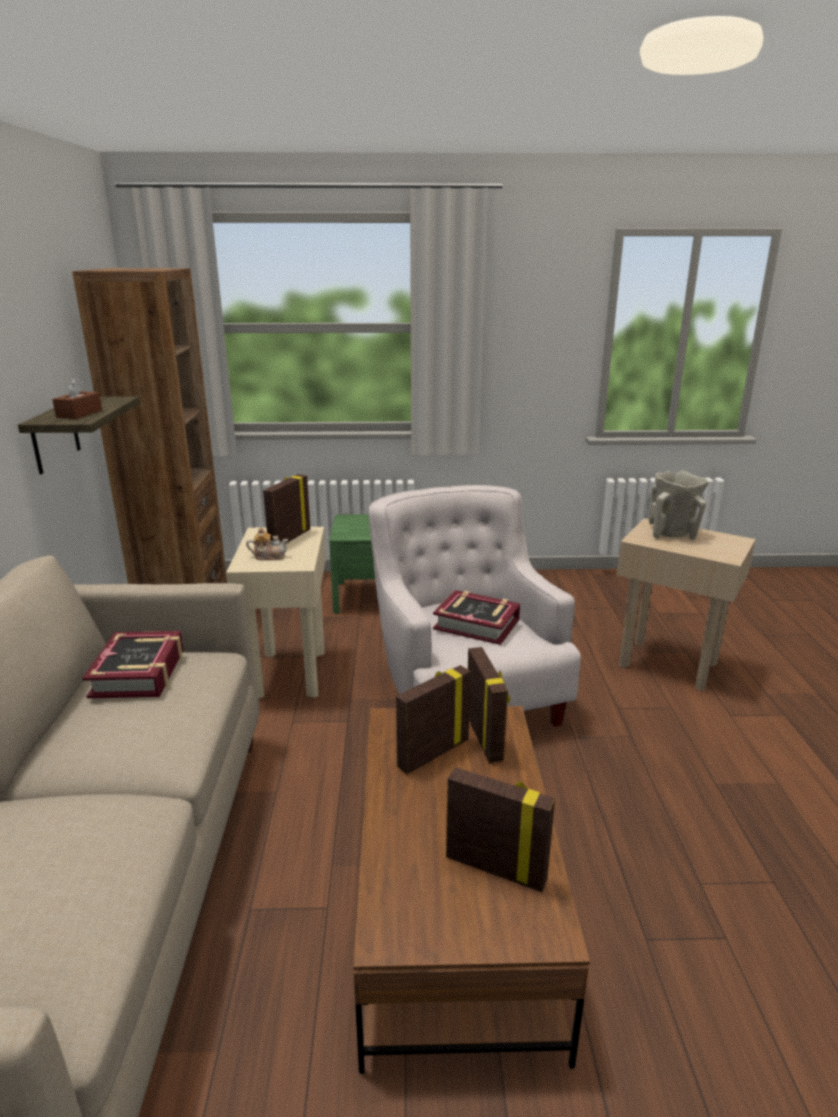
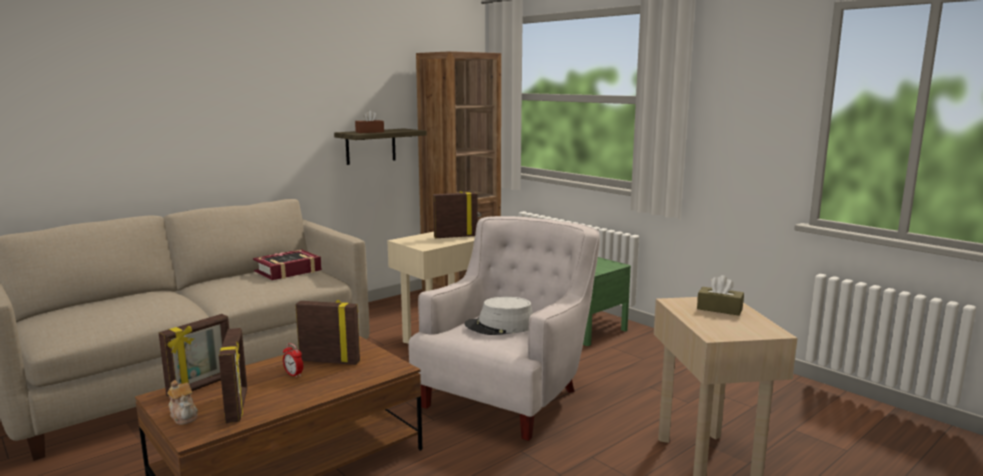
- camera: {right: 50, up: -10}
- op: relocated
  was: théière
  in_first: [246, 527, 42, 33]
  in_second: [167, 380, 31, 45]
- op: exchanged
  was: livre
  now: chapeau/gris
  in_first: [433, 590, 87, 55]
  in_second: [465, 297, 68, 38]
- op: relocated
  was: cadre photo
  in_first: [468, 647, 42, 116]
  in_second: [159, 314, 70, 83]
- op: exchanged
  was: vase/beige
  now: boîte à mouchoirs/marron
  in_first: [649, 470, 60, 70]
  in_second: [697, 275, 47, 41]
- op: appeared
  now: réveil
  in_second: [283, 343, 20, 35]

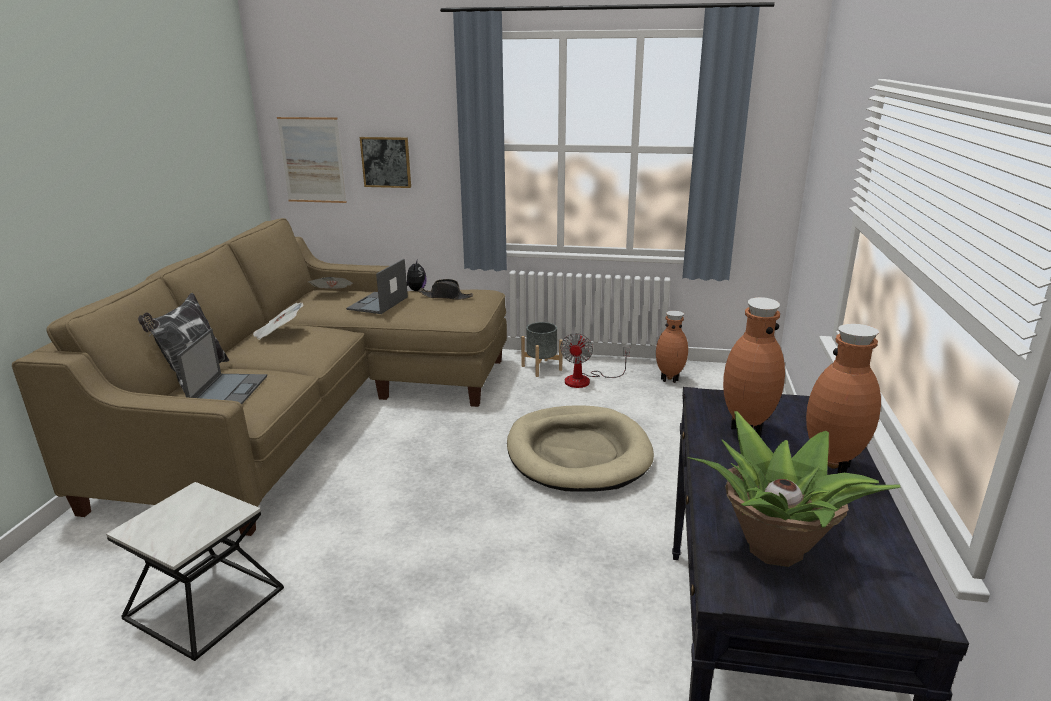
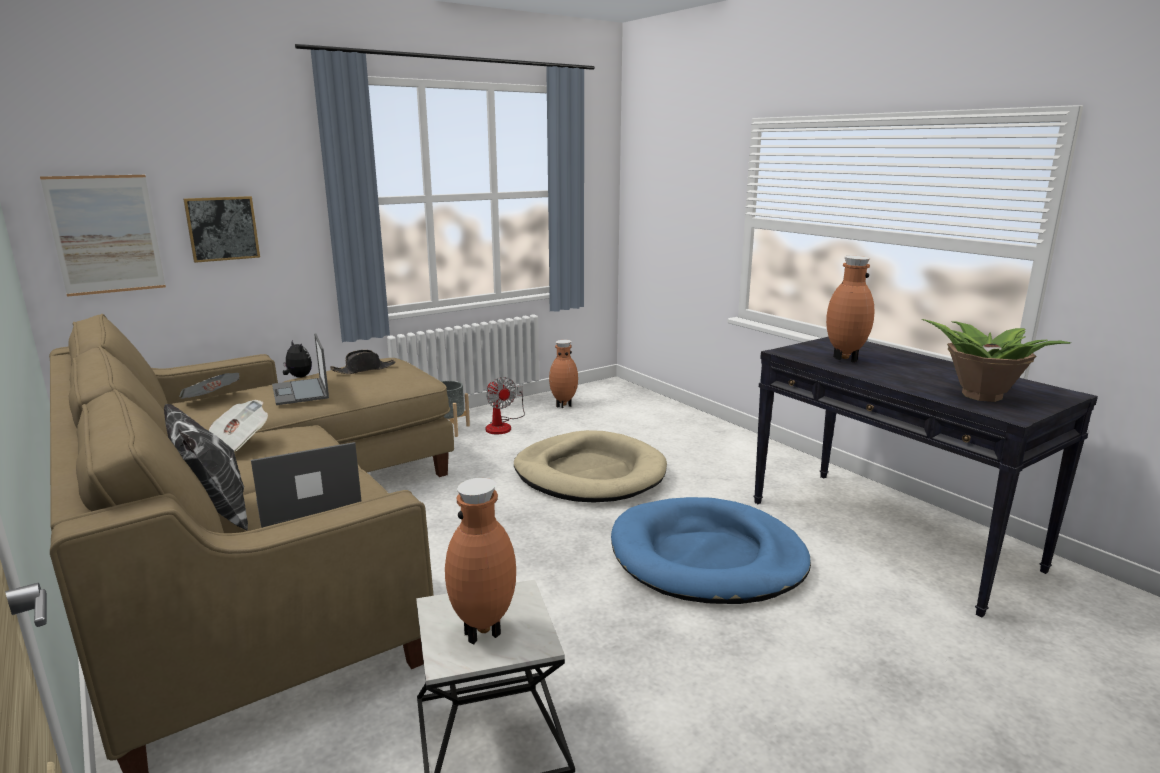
- camera: {right: -45, up: -5}
- op: spun
  was: ordinateur portable
  in_first: [177, 328, 90, 76]
  in_second: [251, 442, 111, 86]
  clockwise: -75
- op: relocated
  was: vase/marron
  in_first: [806, 324, 75, 149]
  in_second: [445, 478, 71, 166]
- op: appeared
  now: panier pour chien/bleu
  in_second: [611, 497, 200, 107]

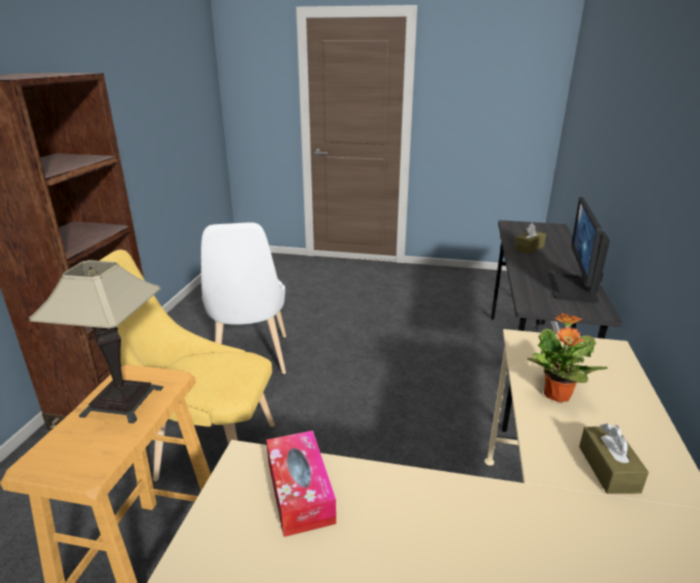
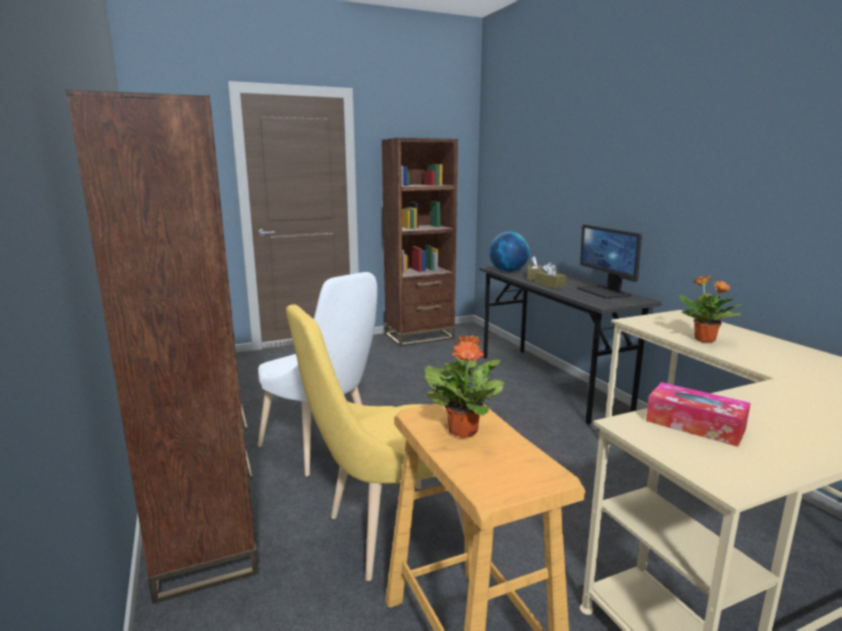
- camera: {right: -35, up: -10}
- op: exchanged
  was: lampe de table
  now: plante en pot
  in_first: [29, 260, 134, 164]
  in_second: [425, 335, 79, 103]
- op: relocated
  was: boîte à mouchoirs/marron
  in_first: [579, 423, 70, 71]
  in_second: [535, 262, 31, 27]
- op: appeared
  now: bibliothèque/marron
  in_second: [382, 138, 76, 208]
- op: appeared
  now: globe
  in_second: [489, 232, 41, 40]

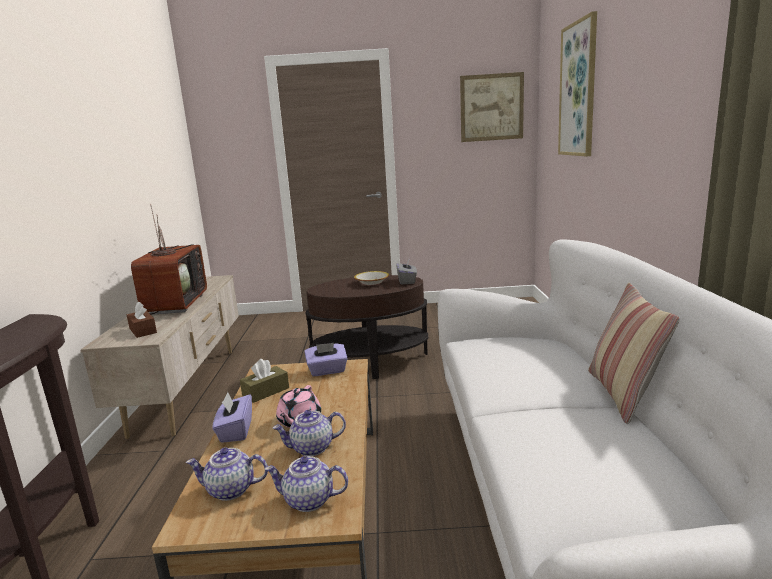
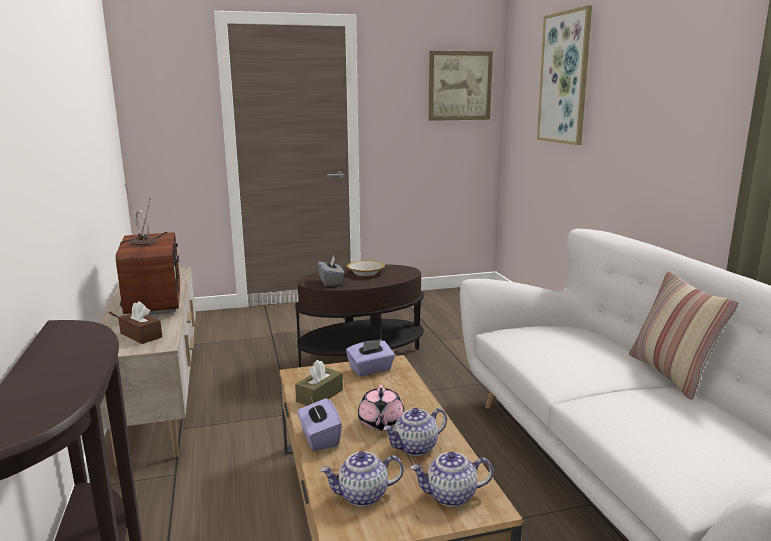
- camera: {right: -15, up: 0}
- op: relocated
  was: boîte à mouchoirs/gris
  in_first: [396, 259, 21, 26]
  in_second: [318, 257, 26, 29]

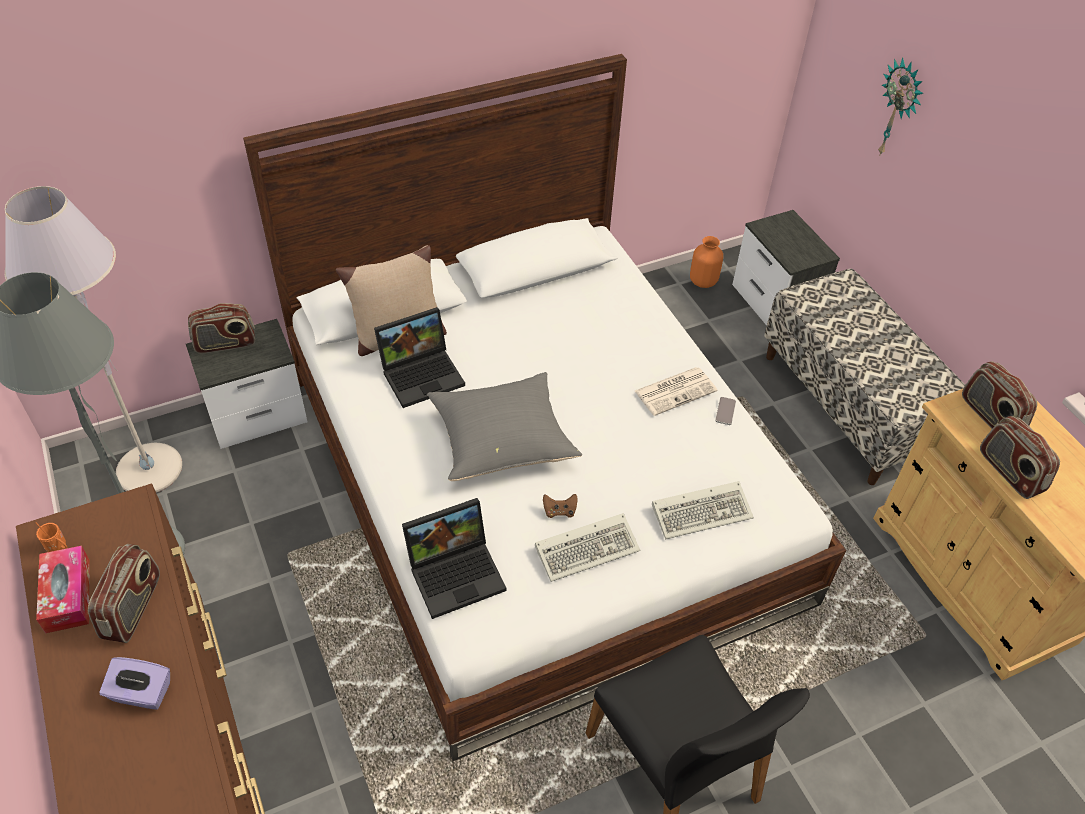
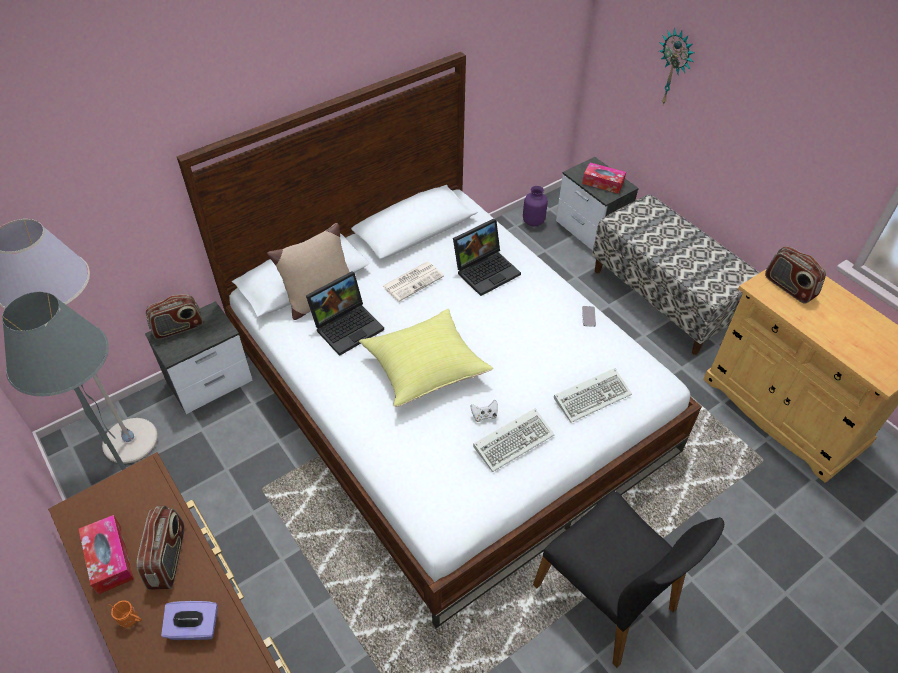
- camera: {right: -10, up: 0}
- op: relocated
  was: mug/orange
  in_first: [35, 522, 32, 30]
  in_second: [109, 600, 33, 28]
- op: relocated
  was: ordinateur portable
  in_first: [402, 498, 105, 121]
  in_second: [453, 219, 68, 77]
- op: colour
  was: coussin/gris
  now: coussin/jaune
  in_first: [427, 372, 155, 109]
  in_second: [359, 309, 134, 98]
- op: colour
  was: manette/marron
  now: manette/blanc
  in_first: [543, 494, 35, 24]
  in_second: [471, 400, 27, 22]
- op: relocated
  was: journal
  in_first: [635, 367, 82, 49]
  in_second: [382, 262, 62, 40]
- op: colour
  was: vase/orange
  now: vase/violet
  in_first: [690, 236, 33, 52]
  in_second: [523, 186, 25, 40]
- op: missing
  was: radio
  in_first: [980, 416, 80, 83]
- op: appeared
  now: boîte à mouchoirs
  in_second: [582, 163, 44, 31]

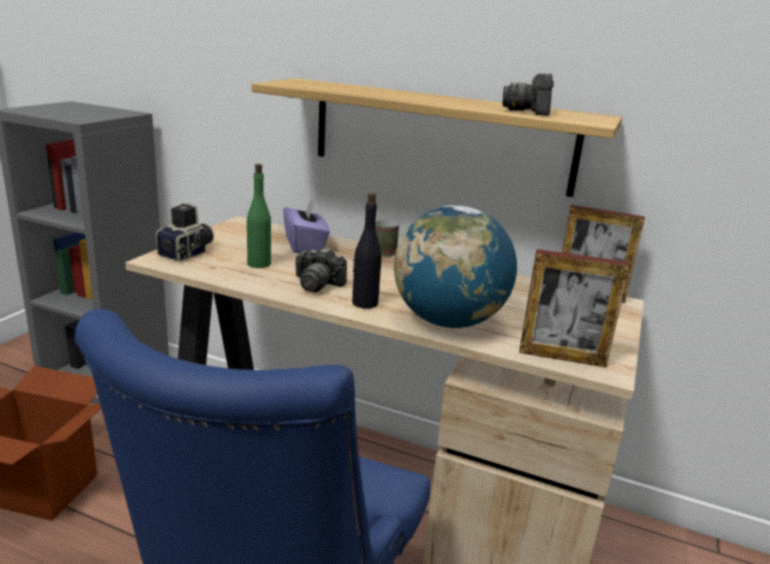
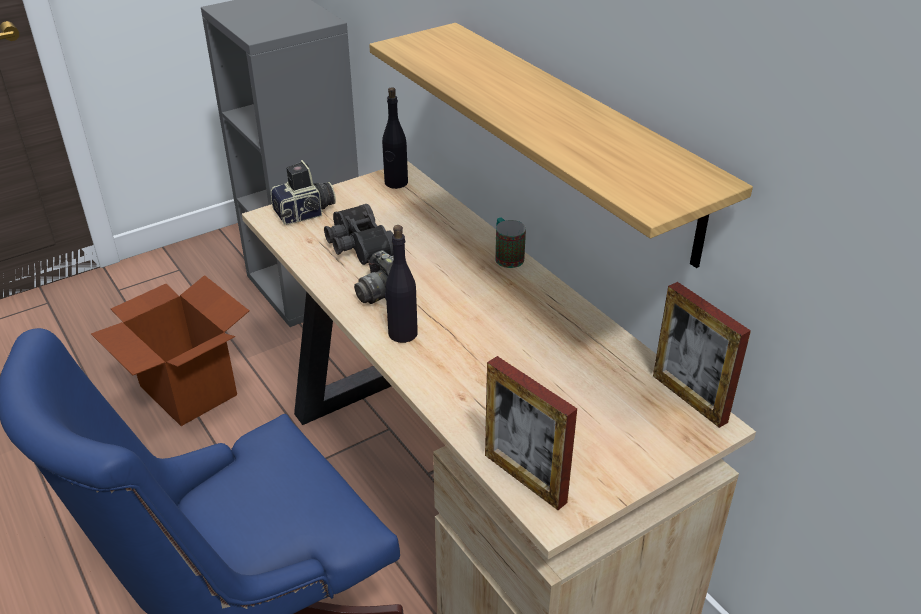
- camera: {right: 35, up: 15}
- op: exchanged
  was: bouteille/vert
  now: jumelles/noir
  in_first: [247, 164, 24, 104]
  in_second: [324, 204, 70, 61]
- op: missing
  was: boîte à mouchoirs/violet
  in_first: [283, 199, 47, 54]
- op: missing
  was: globe
  in_first: [394, 205, 123, 123]
- op: missing
  was: appareil photo
  in_first: [502, 73, 52, 43]
- op: appeared
  now: bouteille/noir
  in_second: [382, 87, 26, 102]

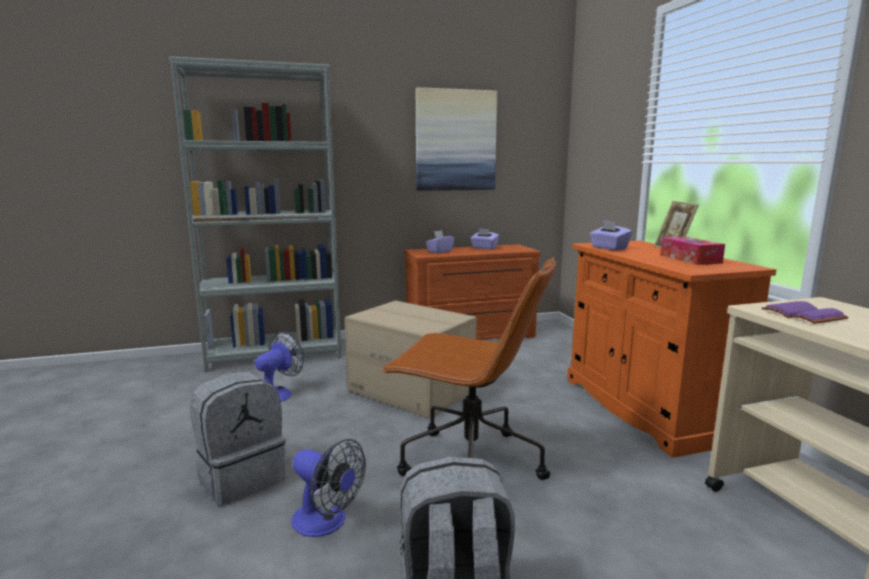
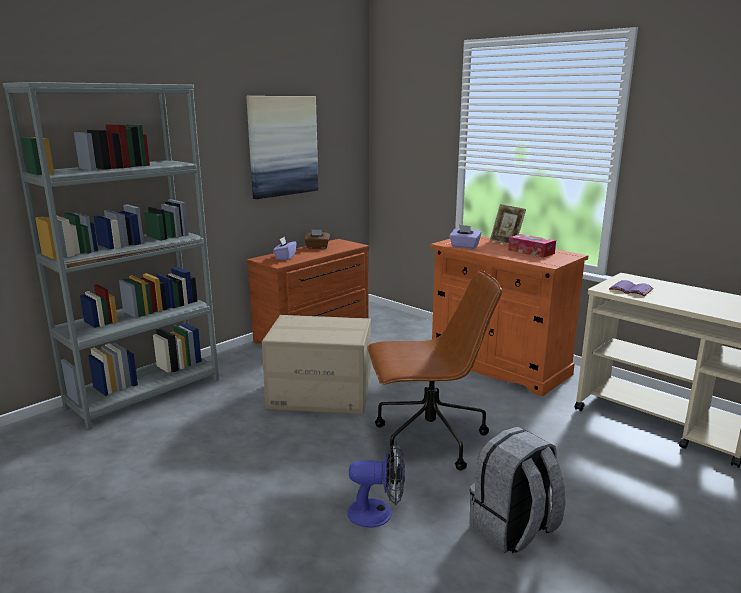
- camera: {right: -30, up: 5}
- op: missing
  was: sac à dos/gris
  in_first: [190, 371, 96, 134]
- op: missing
  was: ventilateur
  in_first: [255, 332, 49, 70]
- op: colour
  was: boîte à mouchoirs/violet
  now: boîte à mouchoirs/marron
  in_first: [470, 228, 29, 21]
  in_second: [305, 229, 24, 20]

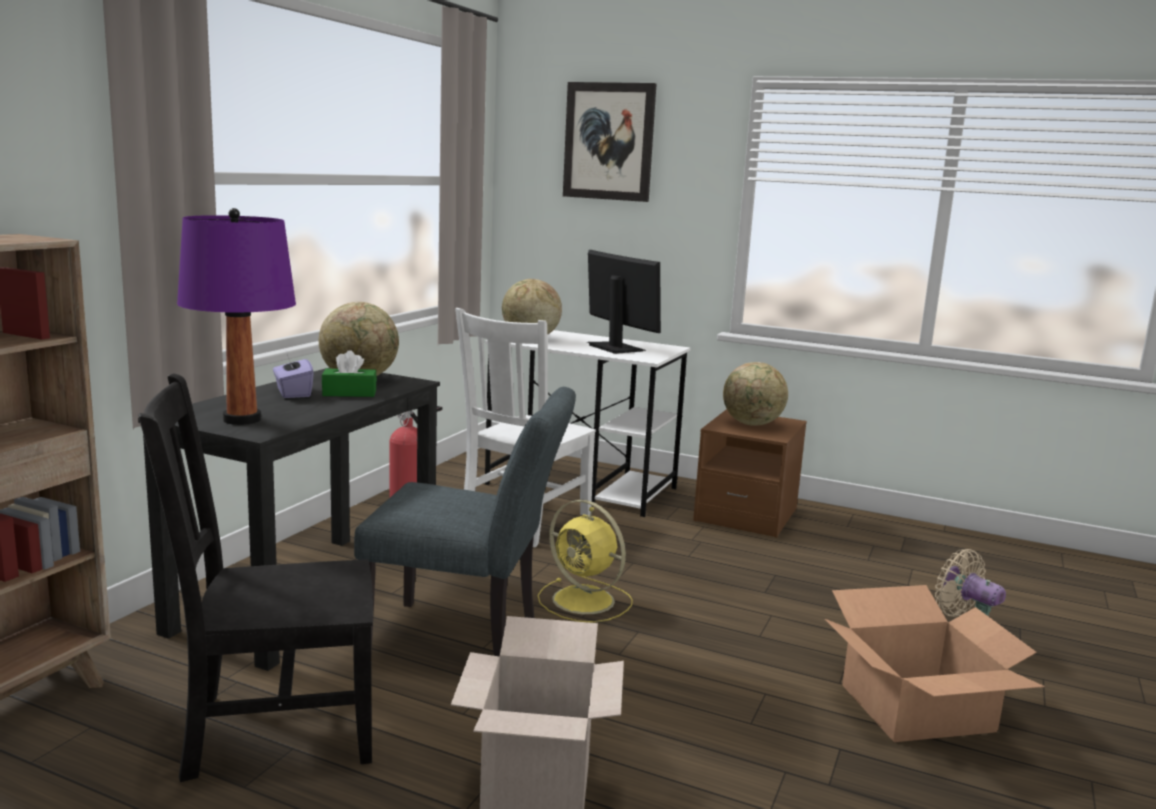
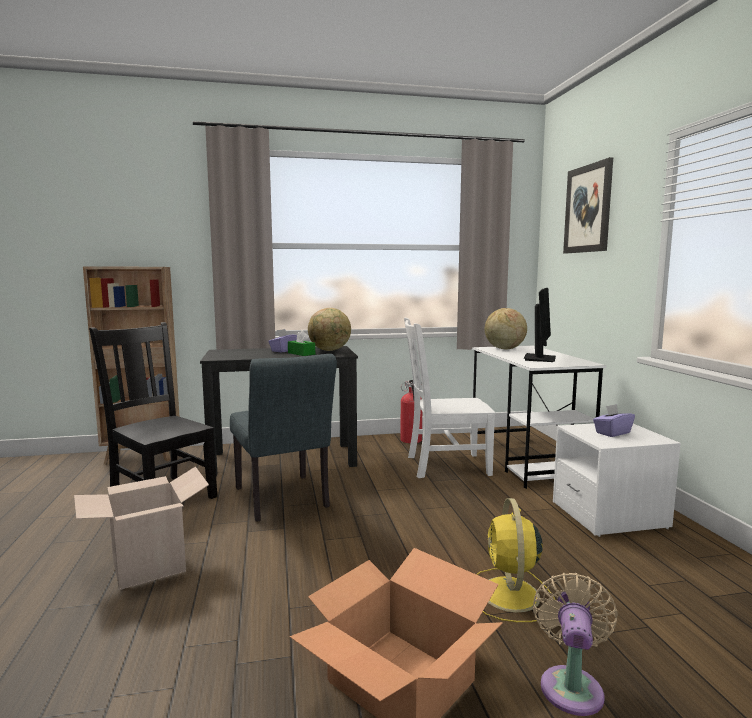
- camera: {right: 55, up: -5}
- op: missing
  was: lampe de table/violet
  in_first: [177, 208, 119, 217]
- op: relocated
  was: ventilateur/jaune
  in_first: [538, 500, 95, 123]
  in_second: [476, 498, 79, 124]
- op: colour
  was: table de chevet/marron
  now: table de chevet/blanc
  in_first: [693, 409, 114, 129]
  in_second: [553, 423, 128, 114]
- op: exchanged
  was: globe
  now: boîte à mouchoirs/violet
  in_first: [723, 362, 65, 64]
  in_second: [593, 404, 42, 33]

